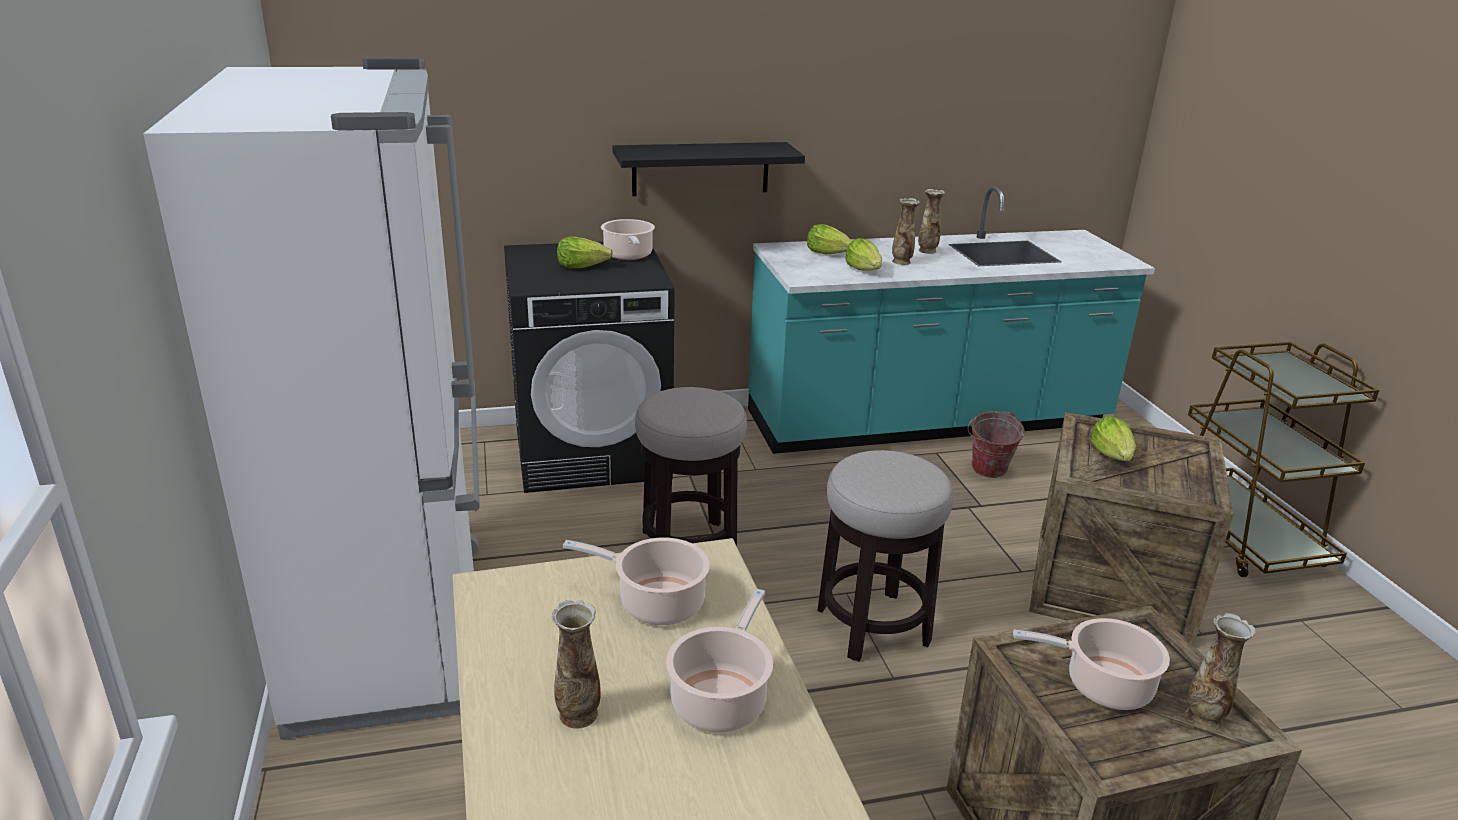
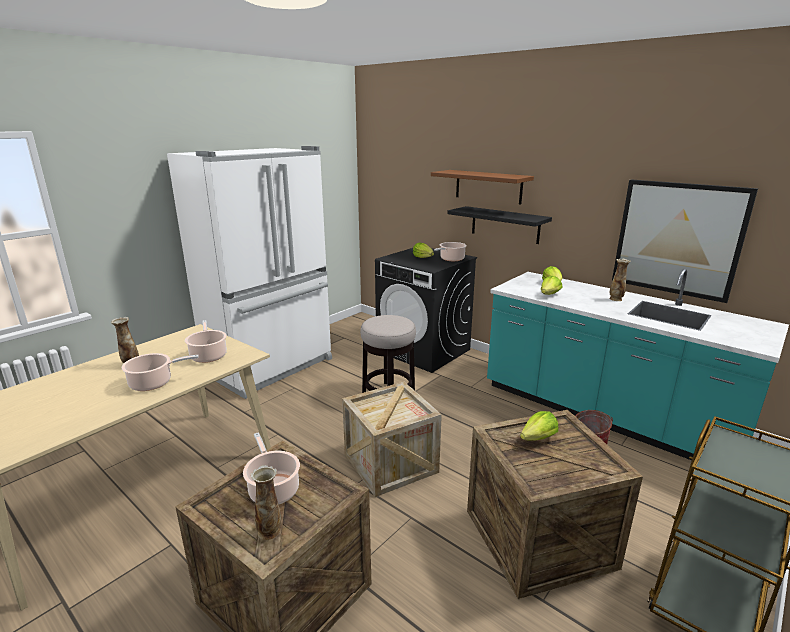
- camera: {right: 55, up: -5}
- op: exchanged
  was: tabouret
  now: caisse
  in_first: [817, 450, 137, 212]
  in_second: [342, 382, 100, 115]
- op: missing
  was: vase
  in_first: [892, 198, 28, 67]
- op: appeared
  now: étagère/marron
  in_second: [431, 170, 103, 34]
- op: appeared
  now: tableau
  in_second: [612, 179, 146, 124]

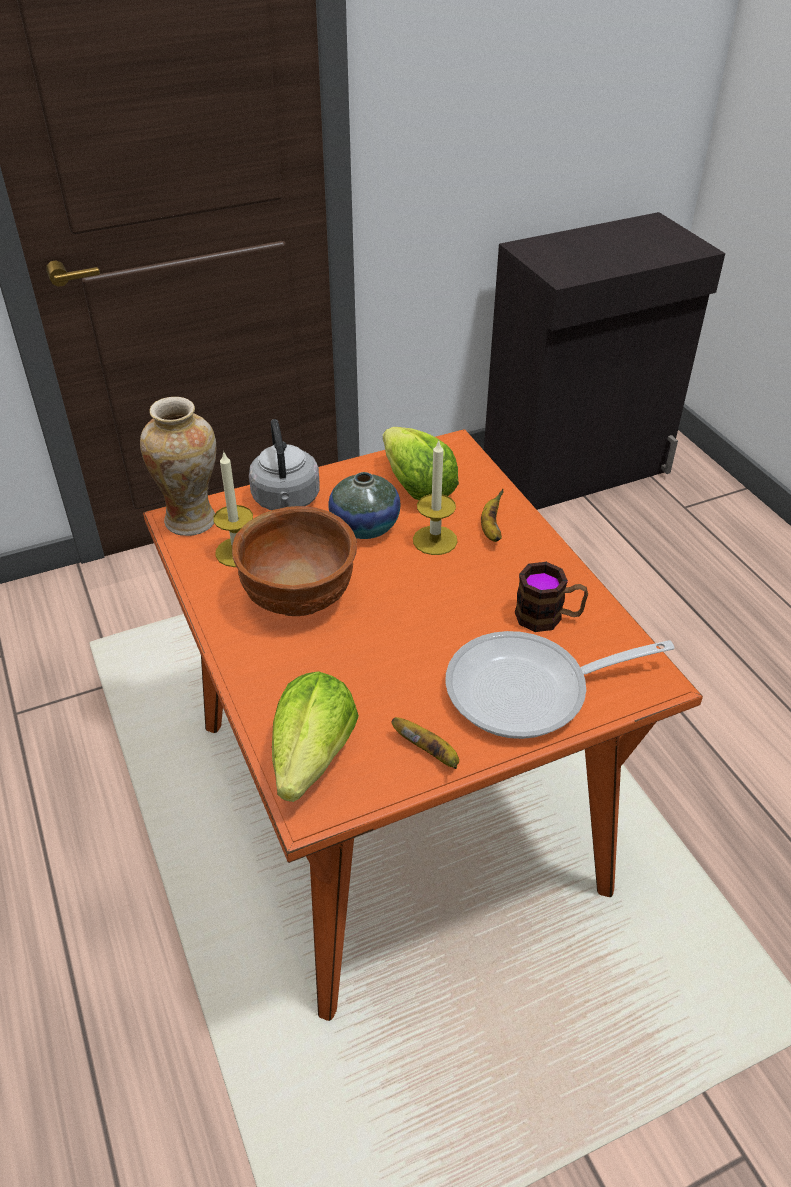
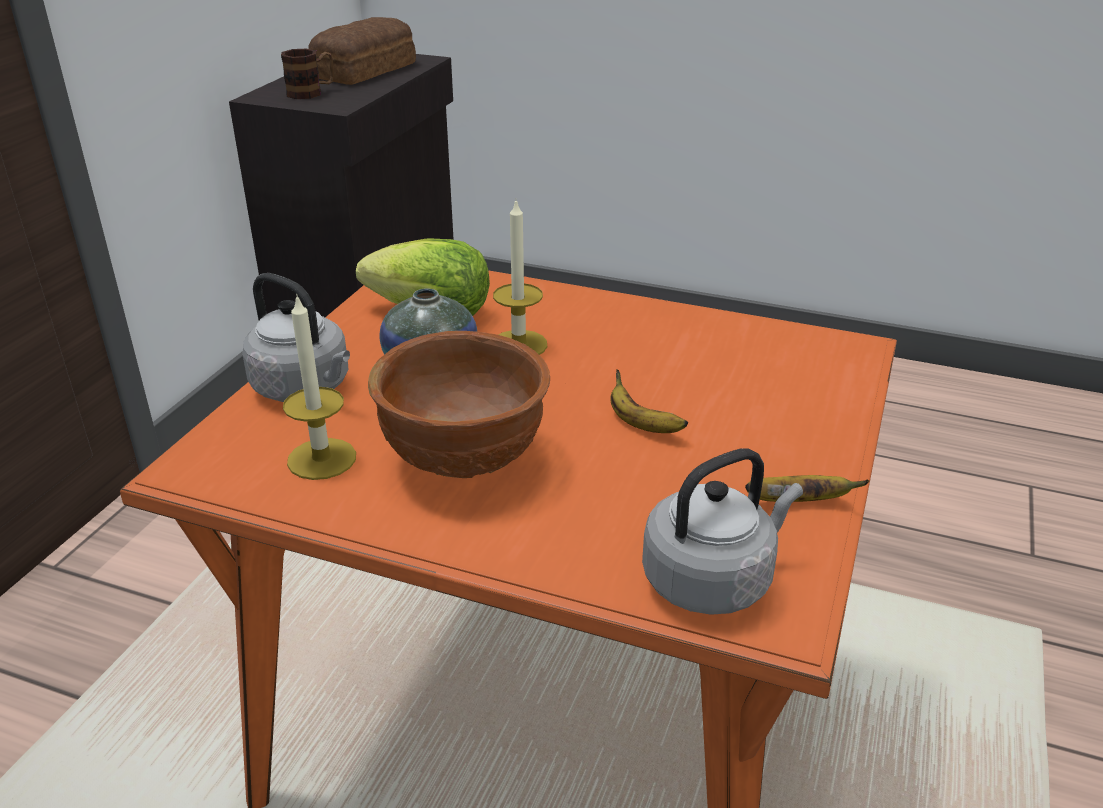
- camera: {right: -45, up: -10}
- op: missing
  was: vase
  in_first: [140, 397, 76, 139]
- op: exchanged
  was: laitue
  now: bouilloire/gris
  in_first: [272, 671, 87, 131]
  in_second: [642, 448, 161, 167]
- op: missing
  was: poêle
  in_first: [445, 631, 230, 108]
- op: relocated
  was: banane
  in_first: [481, 489, 22, 53]
  in_second: [610, 369, 78, 64]
- op: relocated
  was: mug
  in_first: [515, 562, 73, 70]
  in_second: [281, 49, 53, 50]
- op: appeared
  now: pain
  in_second: [308, 17, 108, 68]

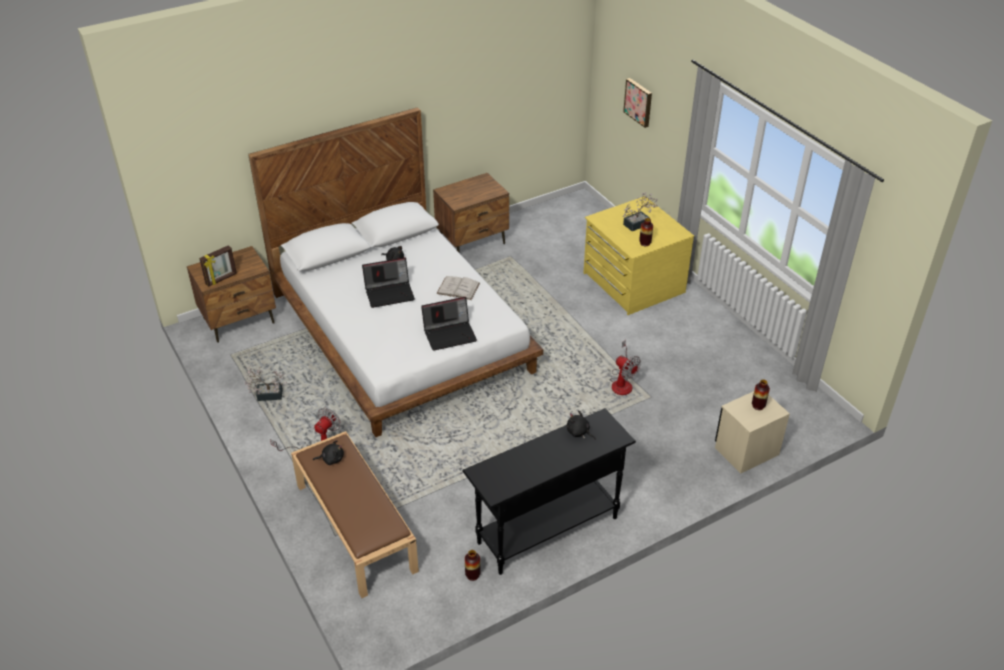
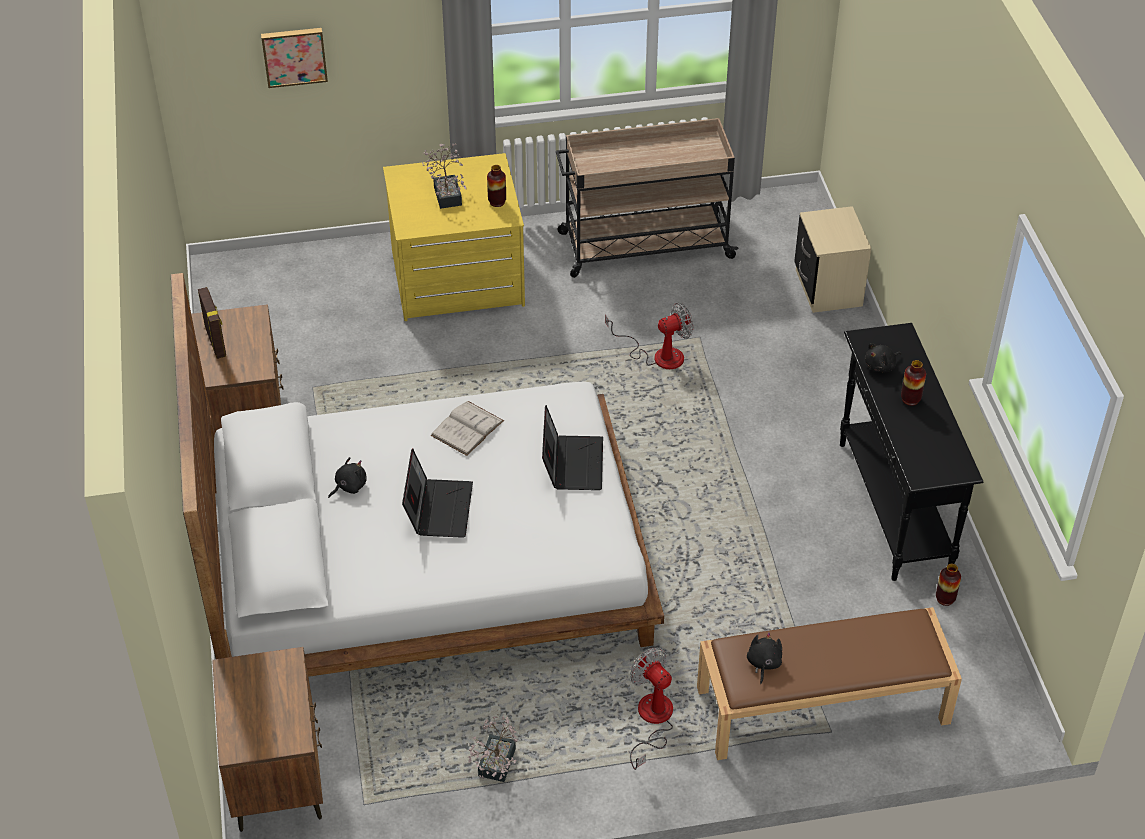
- camera: {right: -70, up: 5}
- op: relocated
  was: cadre photo
  in_first: [199, 245, 38, 42]
  in_second: [198, 287, 28, 72]
- op: relocated
  was: vase
  in_first: [752, 379, 18, 31]
  in_second: [901, 360, 25, 46]
- op: appeared
  now: chariot/beige
  in_second: [556, 118, 183, 160]

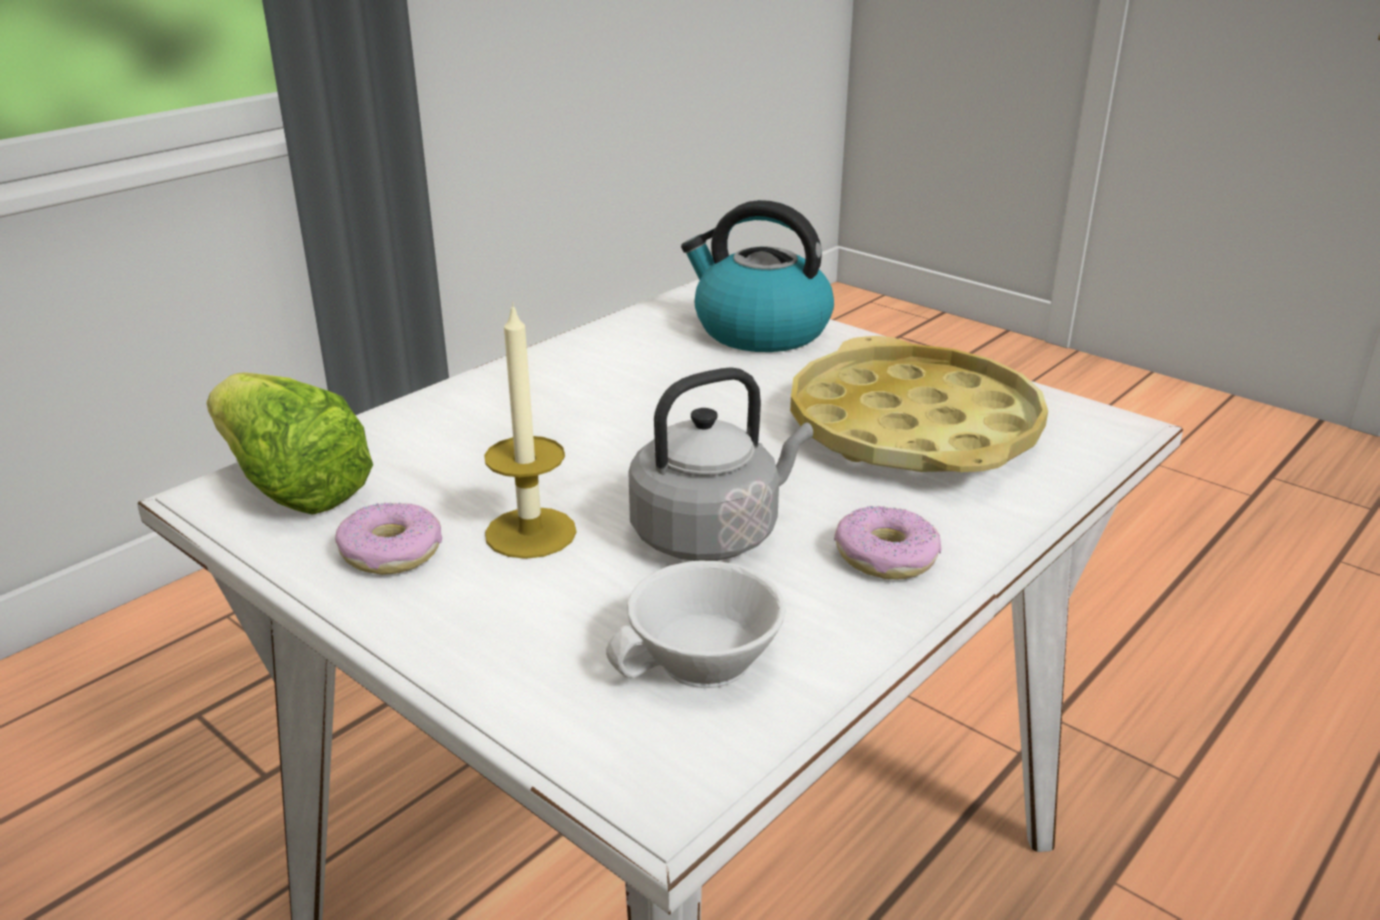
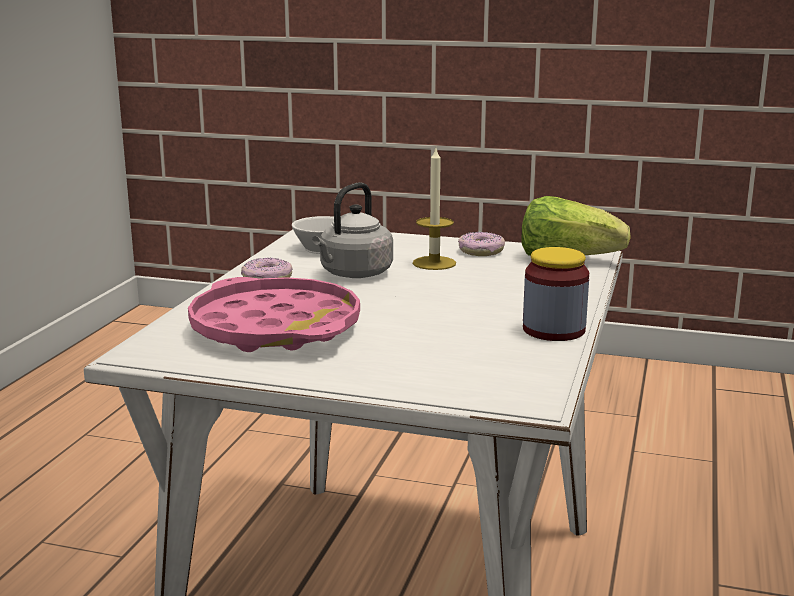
- camera: {right: 155, up: -10}
- op: missing
  was: bouilloire
  in_first: [681, 200, 153, 152]
- op: colour
  was: plateau/jaune
  now: plateau/rose
  in_first: [790, 336, 258, 136]
  in_second: [188, 277, 172, 75]
- op: appeared
  now: bocal
  in_second: [523, 247, 66, 94]

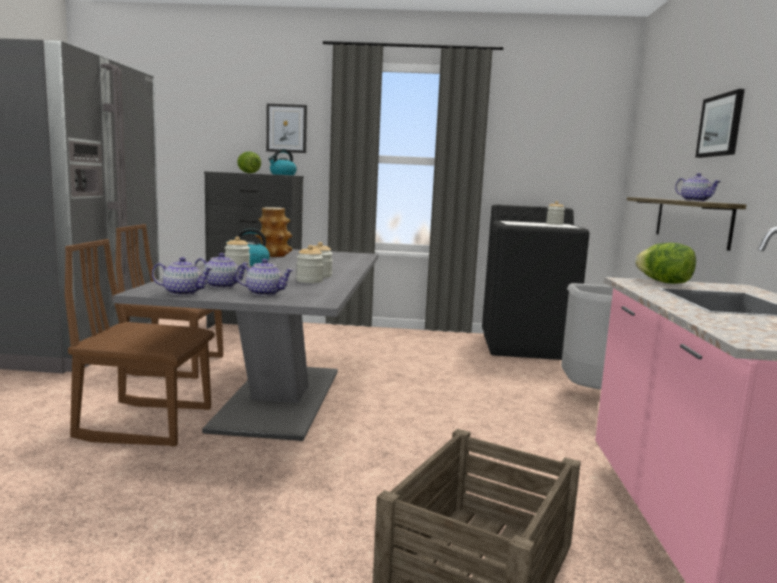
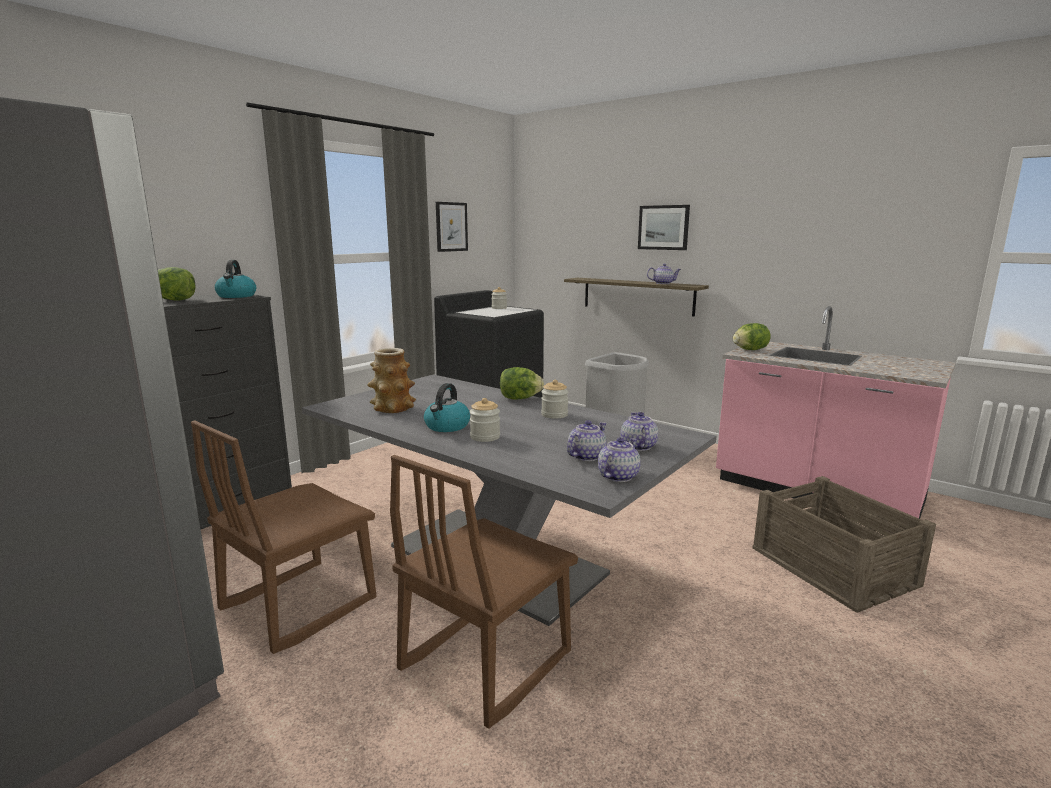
- camera: {right: -55, up: 5}
- op: spun
  was: théière
  in_first: [235, 259, 59, 37]
  in_second: [621, 412, 37, 39]
  clockwise: -45
- op: relocated
  was: tableau
  in_first: [266, 104, 41, 49]
  in_second: [436, 202, 32, 50]
- op: missing
  was: bocal
  in_first: [296, 245, 28, 38]
- op: appeared
  now: laitue
  in_second: [500, 367, 44, 32]

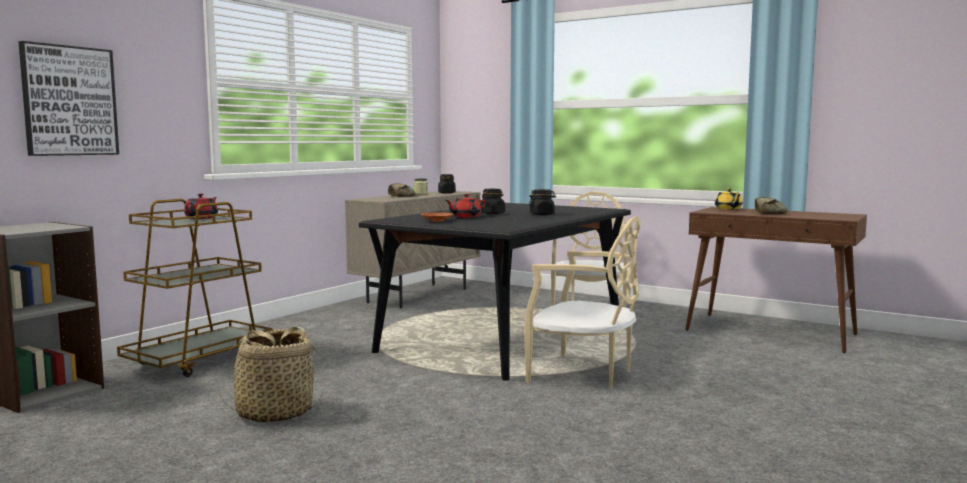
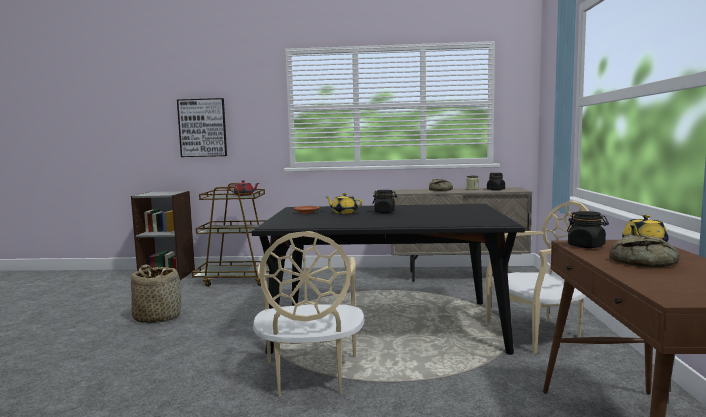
- camera: {right: 60, up: 0}
- op: colour
  was: théière/rouge
  now: théière/jaune
  in_first: [445, 194, 40, 24]
  in_second: [326, 193, 36, 21]
- op: relocated
  was: bocal/noir
  in_first: [529, 189, 27, 26]
  in_second: [567, 211, 42, 37]

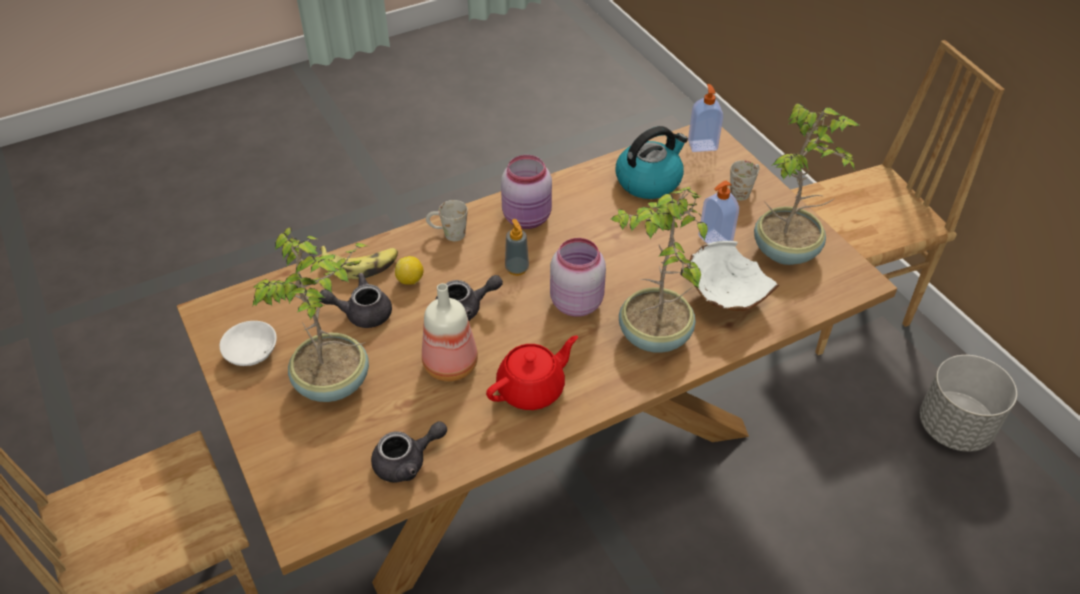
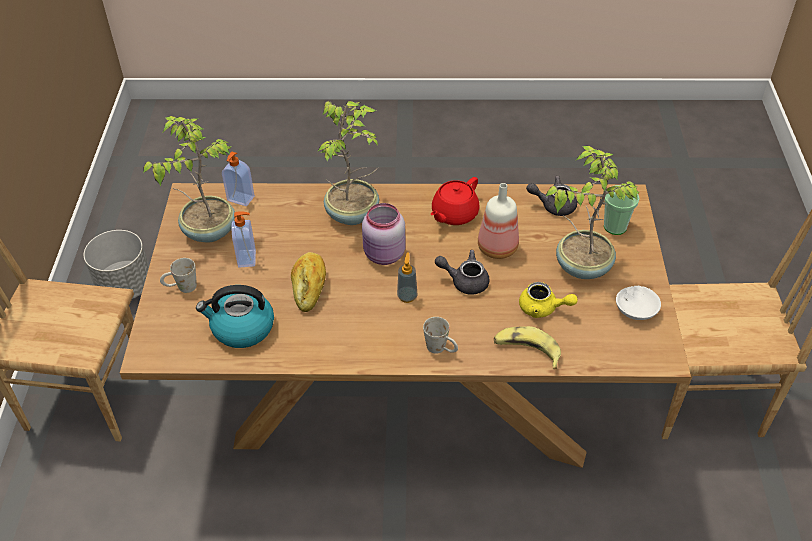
- camera: {right: -150, up: 0}
- op: colour
  was: théière/gris
  now: théière/jaune
  in_first: [320, 273, 72, 55]
  in_second: [519, 282, 59, 36]
- op: missing
  was: citron
  in_first: [395, 256, 29, 29]
- op: spun
  was: théière/rouge
  in_first: [486, 335, 92, 75]
  in_second: [431, 177, 49, 48]
  clockwise: -45
- op: missing
  was: bocal/rose
  in_first: [501, 155, 51, 74]
- op: missing
  was: bol/blanc
  in_first: [687, 241, 92, 70]
- op: relocated
  was: distributeur de savon
  in_first: [688, 84, 35, 68]
  in_second: [222, 152, 33, 54]
- op: appeared
  now: pain
  in_second: [291, 252, 35, 60]
- op: appeared
  now: tasse
  in_second: [604, 185, 36, 50]

